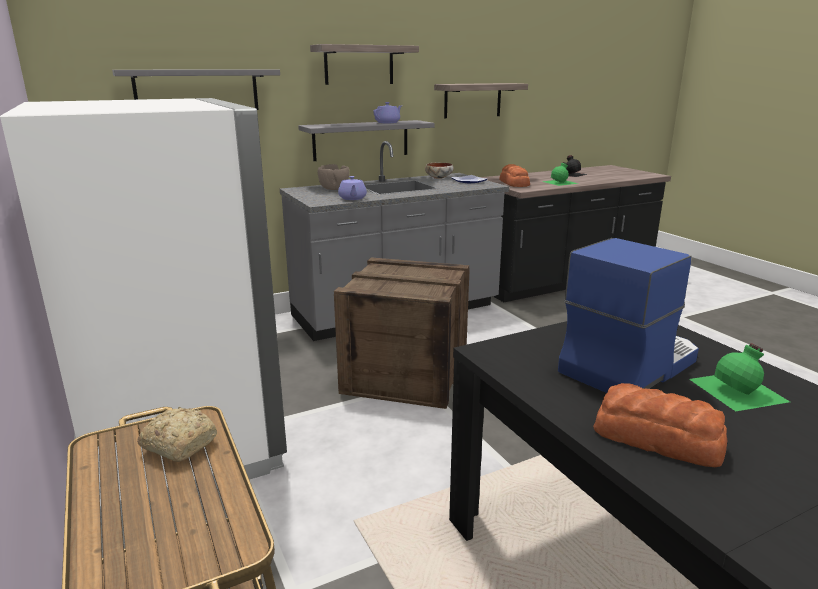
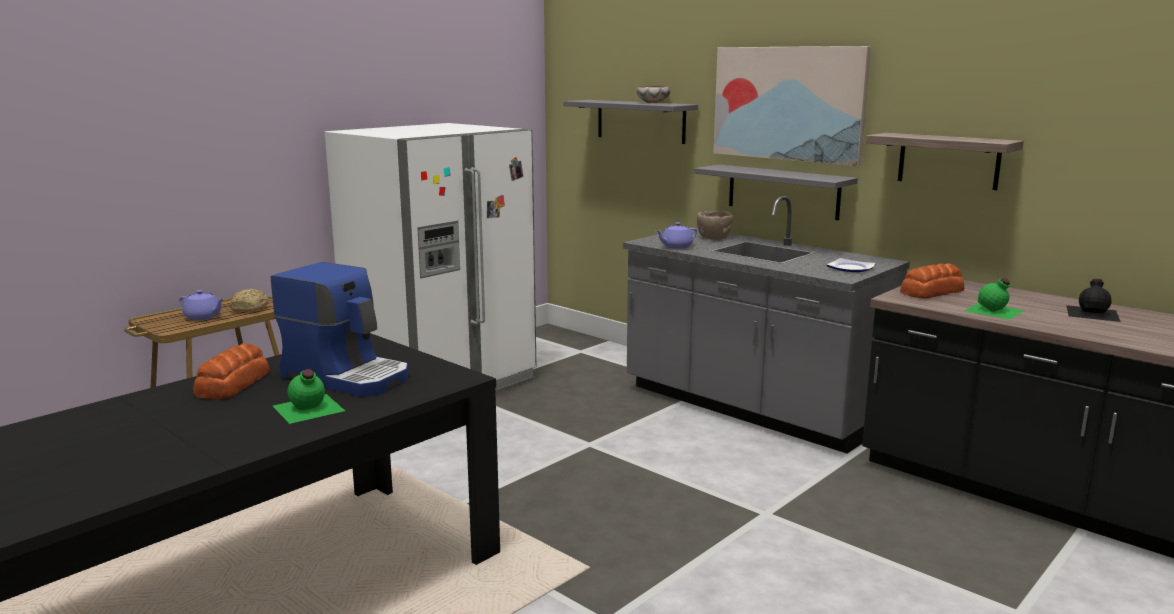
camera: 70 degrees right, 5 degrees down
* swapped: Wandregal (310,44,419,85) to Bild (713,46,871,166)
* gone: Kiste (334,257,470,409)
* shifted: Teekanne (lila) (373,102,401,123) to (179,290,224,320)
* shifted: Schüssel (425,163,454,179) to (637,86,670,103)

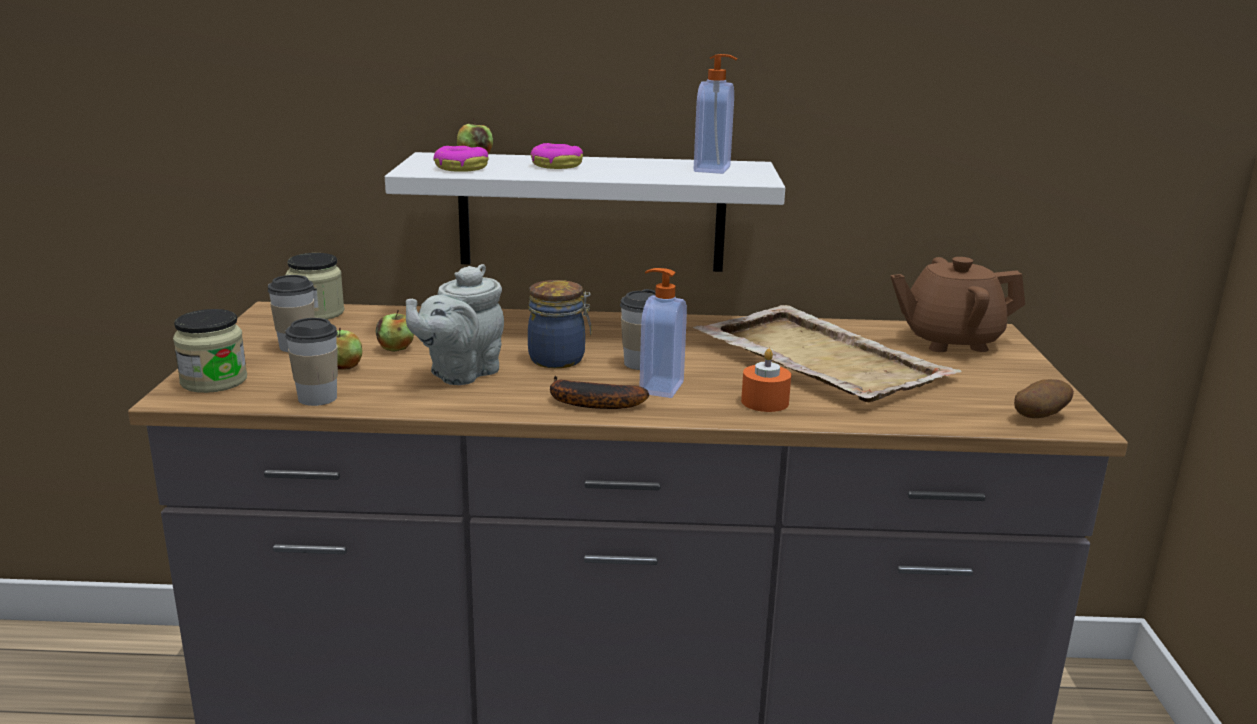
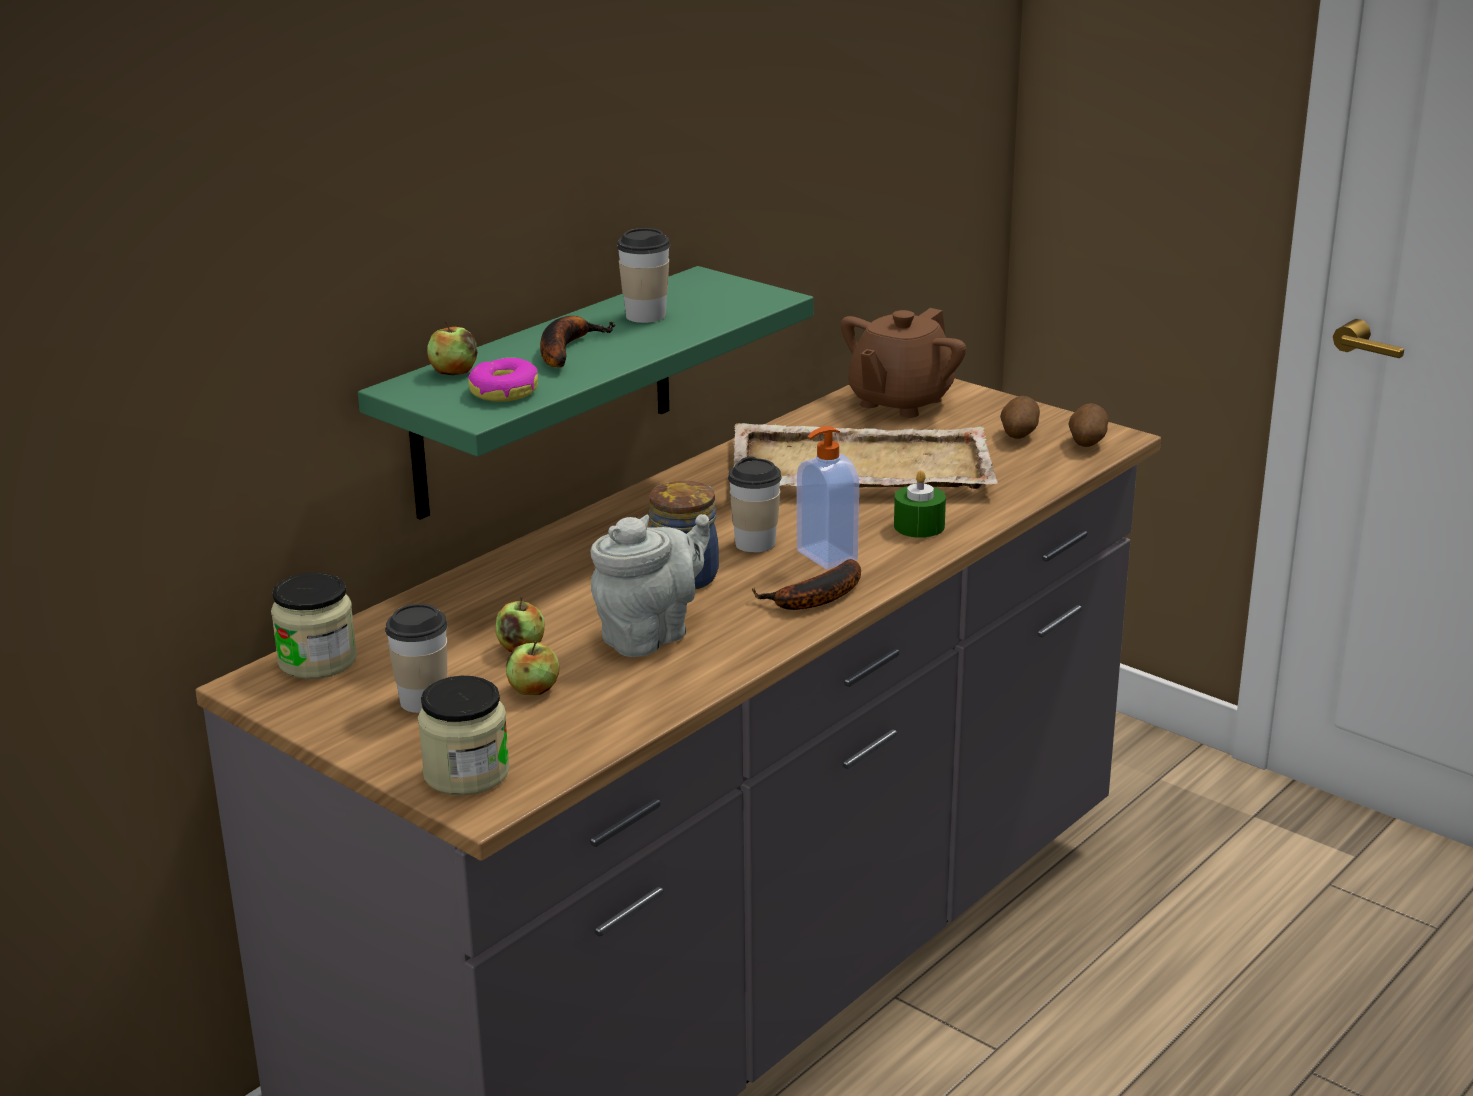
camera: 50 degrees left, 5 degrees up
* shifted: Tasse (285,318,338,406) to (617,228,670,323)
* repainted: Wandregal (weiß) (385,152,785,272) to Wandregal (grün) (358,266,814,520)
* rotated: Teekanne (grau) (405,264,504,385) = (591,514,710,657) 120 degrees counterclockwise
* swapped: Donut (530,143,583,169) to Banane (540,316,616,367)
* gone: Seifenspender (694,54,737,174)
* repainted: Kerze (orange) (741,349,791,412) to Kerze (grün) (894,470,946,538)
* new: Kartoffel (1000,396,1040,439)

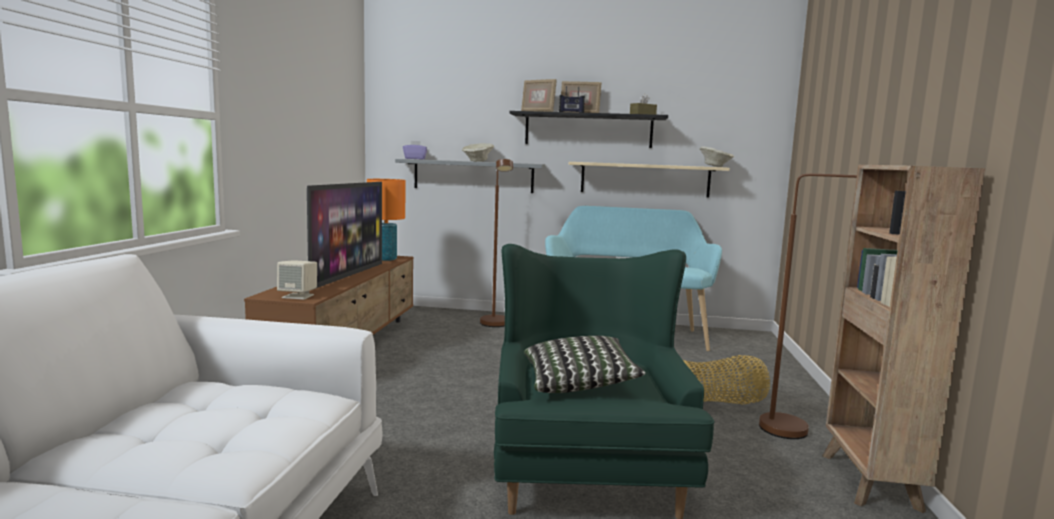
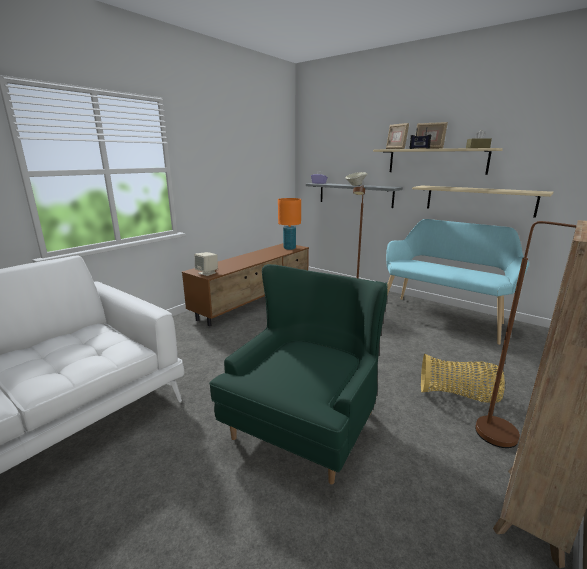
camera: 30 degrees right, 10 degrees up
* gone: Fernseher (307,182,382,288)
* repainted: Wandregal (schwarz) (509,111,668,148) to Wandregal (beige) (373,148,503,175)
* gone: Kissen (524,336,645,393)
* gone: Schüssel (beige) (700,146,734,167)

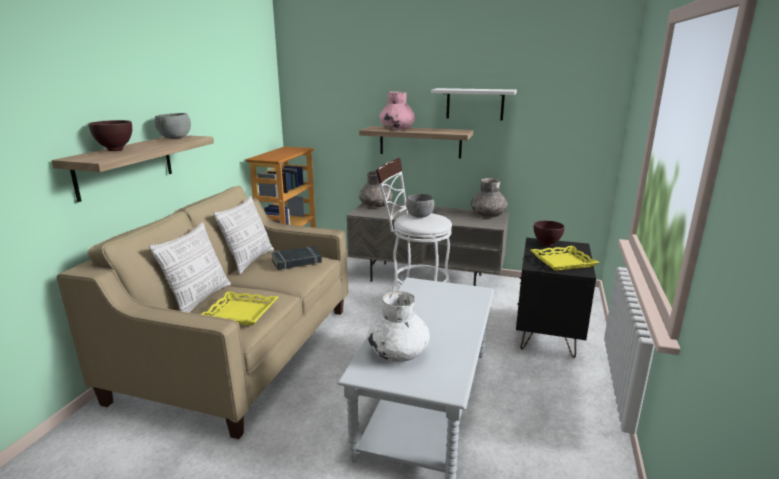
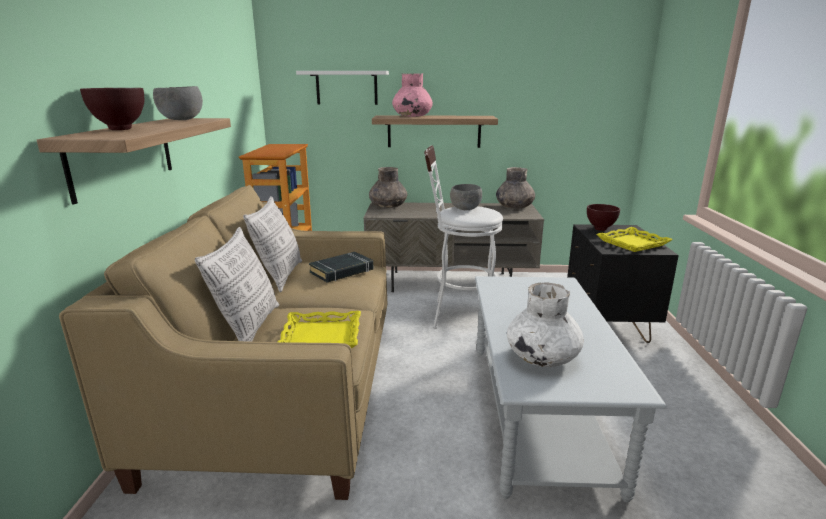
camera: 15 degrees left, 0 degrees up
* shifted: Wandregal (weiß) (431,88,517,120) to (296,71,389,105)

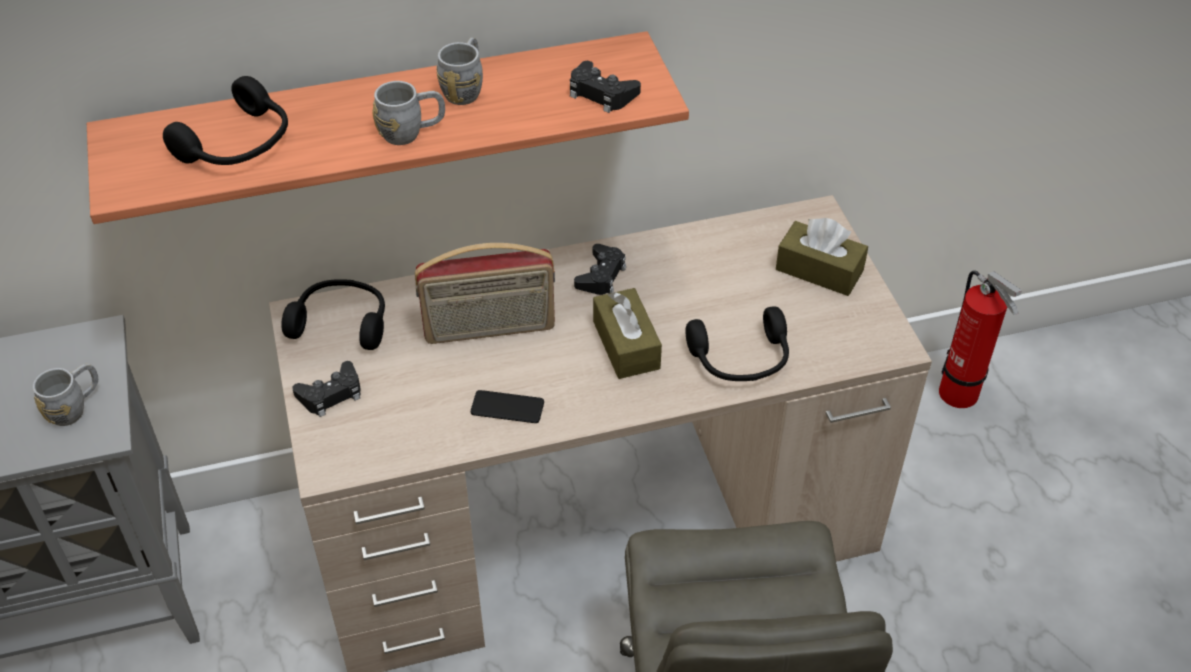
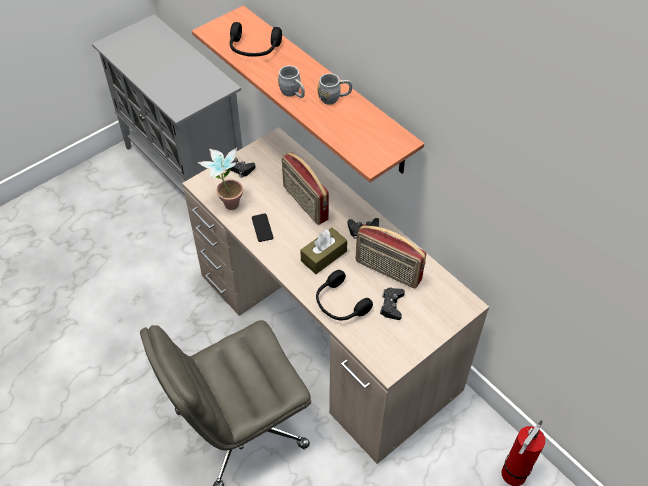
camera: 65 degrees right, 5 degrees up
* gone: Henkelbecher (grau) (32,364,98,426)
* gone: Kopfhörer (schwarz) (281,279,385,350)
* shifted: Gamepad (schwarz) (570,61,641,113) to (380,288,405,320)
* gone: Taschentuchbox (braun) (776,218,868,296)
* new: Topfpflanze (197,147,243,210)
* new: Radio (356,224,426,288)

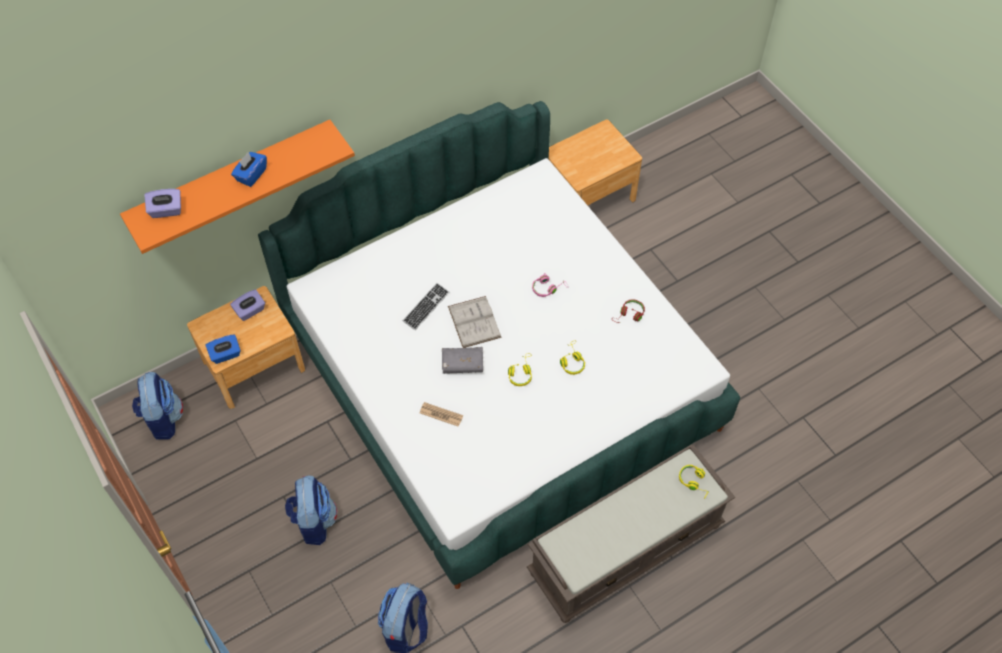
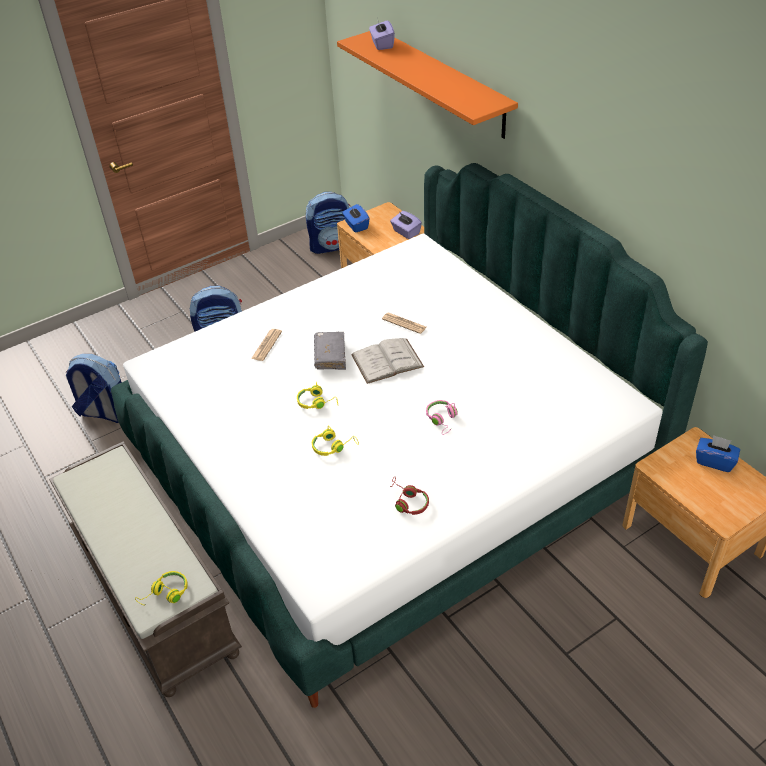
camera: 90 degrees right, 15 degrees down
* shifted: Taschentuchbox (blau) (231,152,267,187) to (696,435,740,472)
* swapped: Tastatur (402,283,449,330) to Zeitung (382,313,427,334)

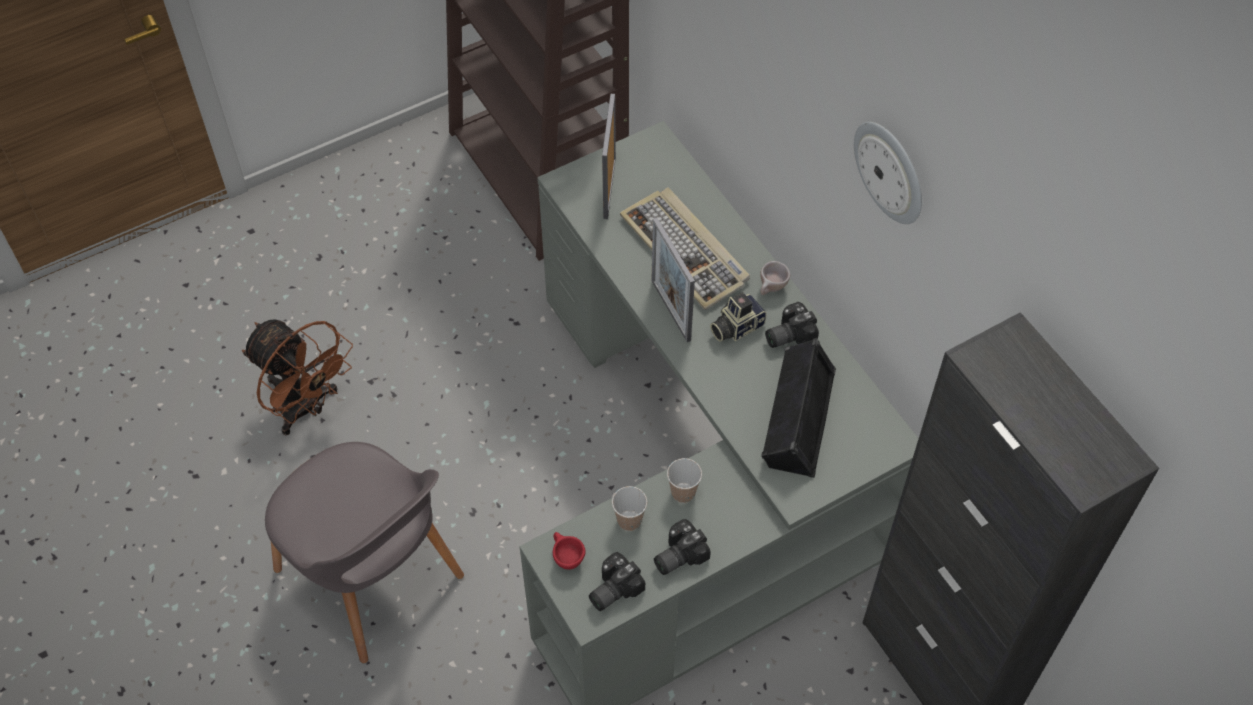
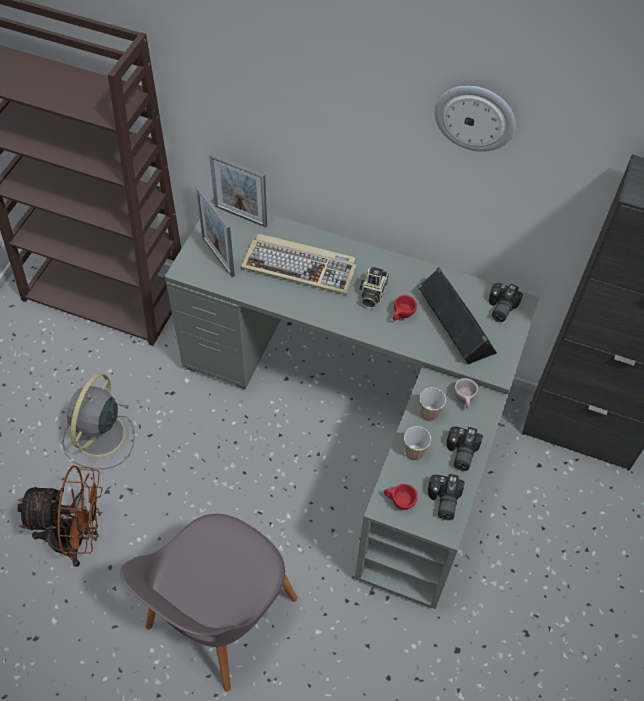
camera: 40 degrees left, 0 degrees up
* rotated: Stuhl (grau) (265,442,464,663) = (120,514,297,692) 120 degrees clockwise
* shifted: Bilderrahmen (651,218,695,342) to (209,153,267,227)
* shifted: Tasse (beige) (760,261,790,295) to (454,378,478,409)
* shifted: Kamera (765,302,819,348) to (489,283,523,322)
* new: Ventilator (grau) (62,373,135,469)
* new: Tasse (rot) (393,295,417,321)

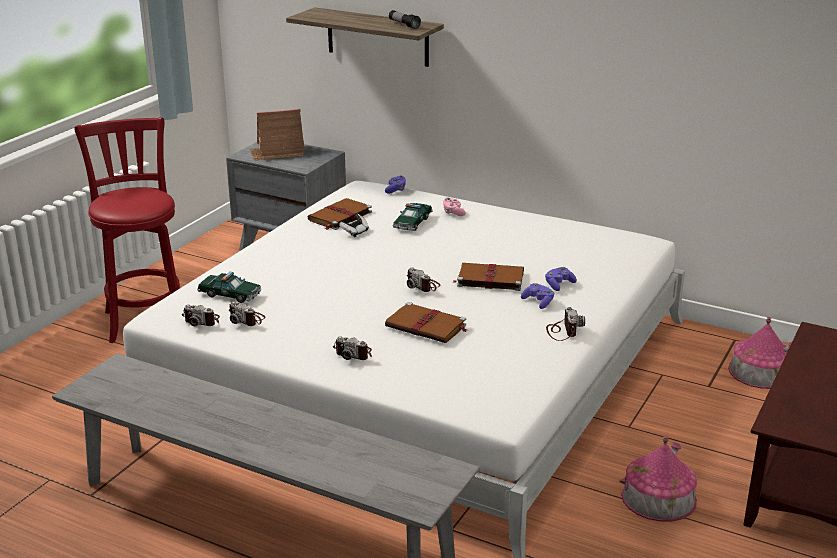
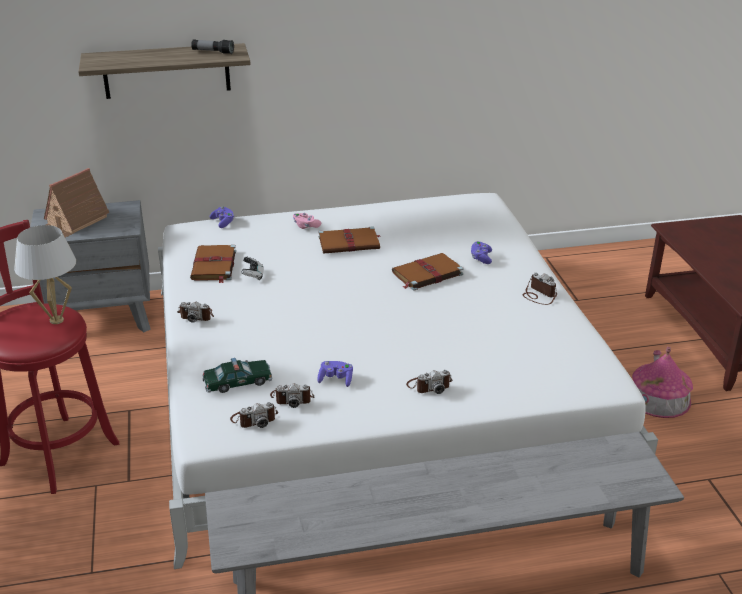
camera: 40 degrees left, 5 degrees up
* shifted: Buch (braun) (385,302,467,343) to (318,226,380,254)
* gone: Spielzeugauto (392,203,433,231)
* shifted: Kamera (407,267,440,292) to (177,301,214,323)
* shifted: Gamepad (lila) (521,283,554,309) to (317,361,353,387)
* gone: Spielzeughaus (728,317,792,389)
* new: Tischlampe (weiß) (14,225,76,324)

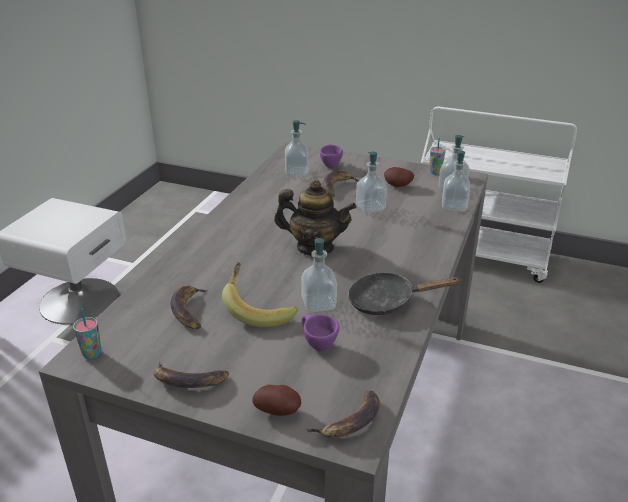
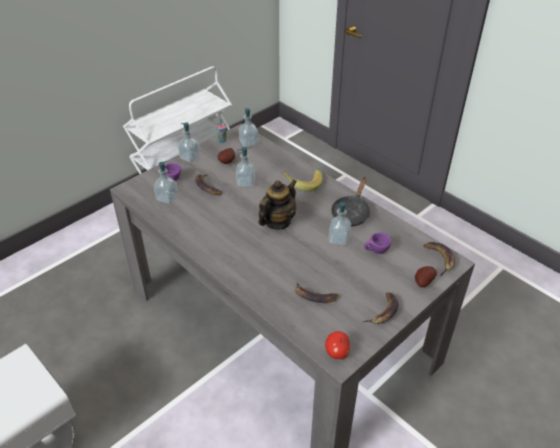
camera: 65 degrees left, 10 degrees up
* swapped: Tasse (73,308,102,359) to Apfel (325,331,350,359)
* shifted: Banane (222,262,298,327) to (282,170,323,192)
* shifted: Seifenspender (442,150,470,211) to (178,123,200,163)

